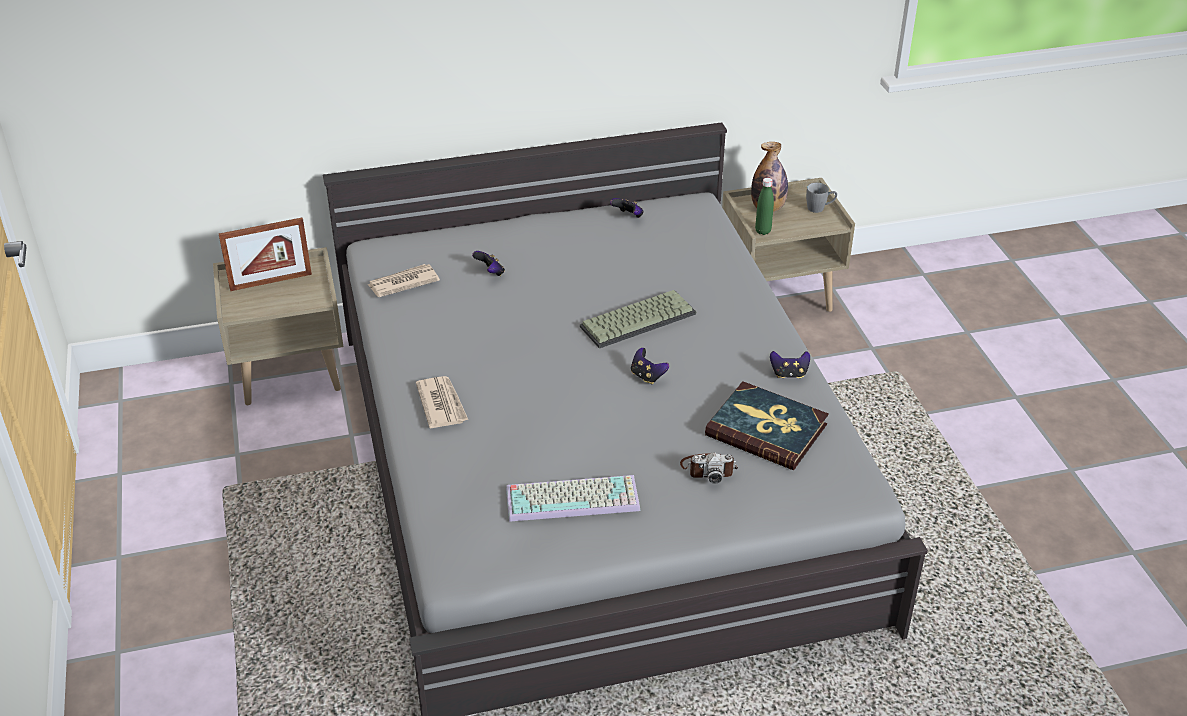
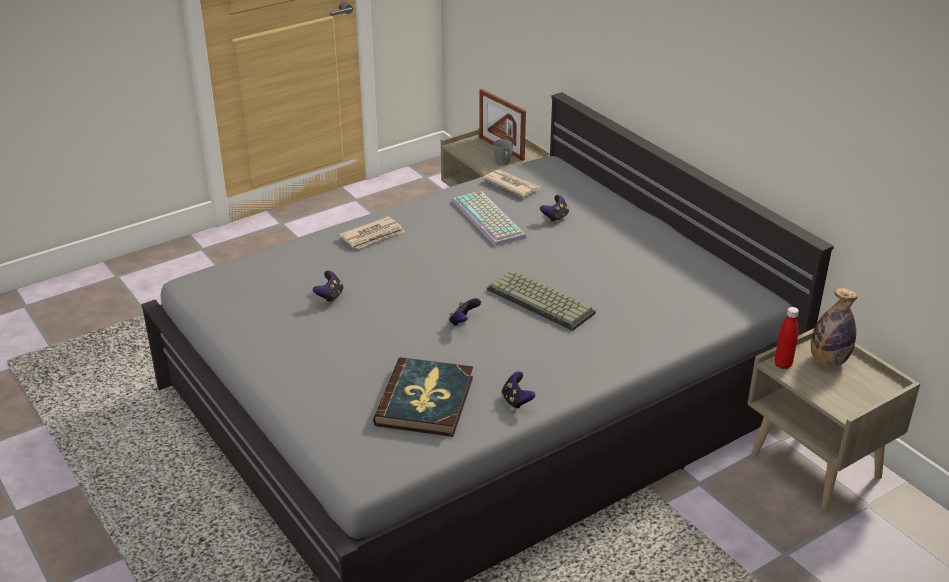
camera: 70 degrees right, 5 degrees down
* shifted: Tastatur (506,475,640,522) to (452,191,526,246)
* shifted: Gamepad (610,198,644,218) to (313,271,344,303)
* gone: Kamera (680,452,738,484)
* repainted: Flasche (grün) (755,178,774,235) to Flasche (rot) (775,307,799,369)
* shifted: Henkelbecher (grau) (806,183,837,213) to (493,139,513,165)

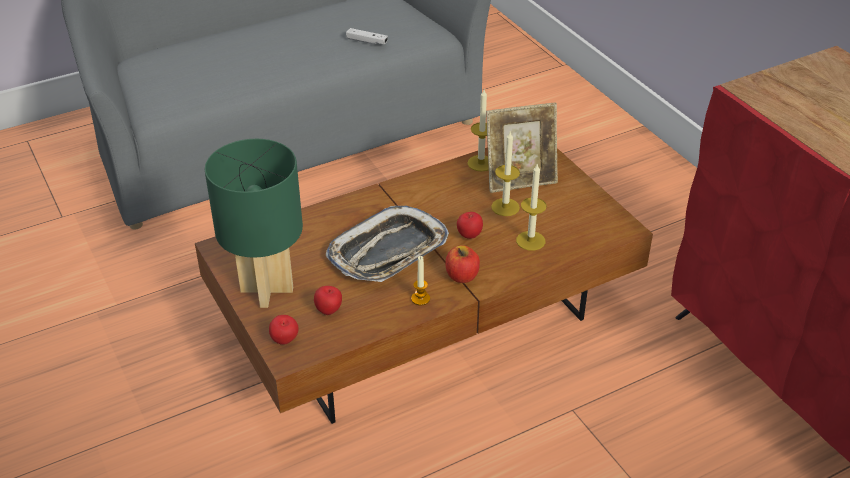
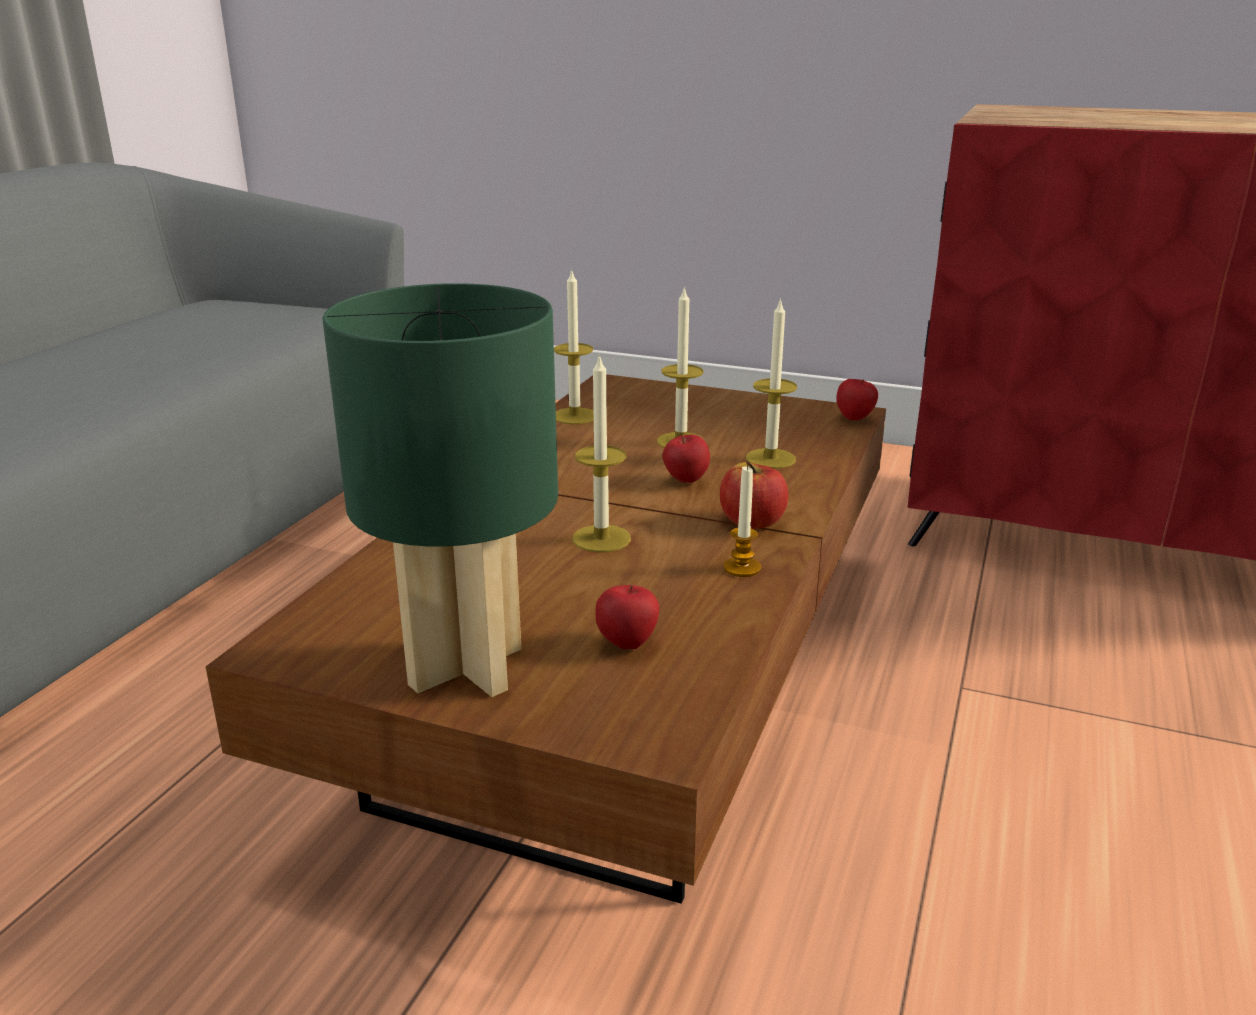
camera: 40 degrees left, 15 degrees down
* shifted: Apfel (269,315,298,345) to (836,379,878,421)
* swapped: Tablett (326,205,449,282) to Kerze (572,354,631,552)
* gone: Gamepad (weiß) (346,28,388,45)
* gone: Bilderrahmen (486,102,558,193)

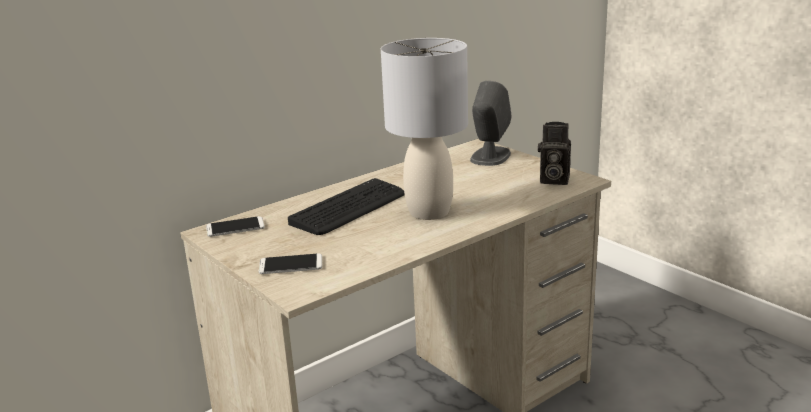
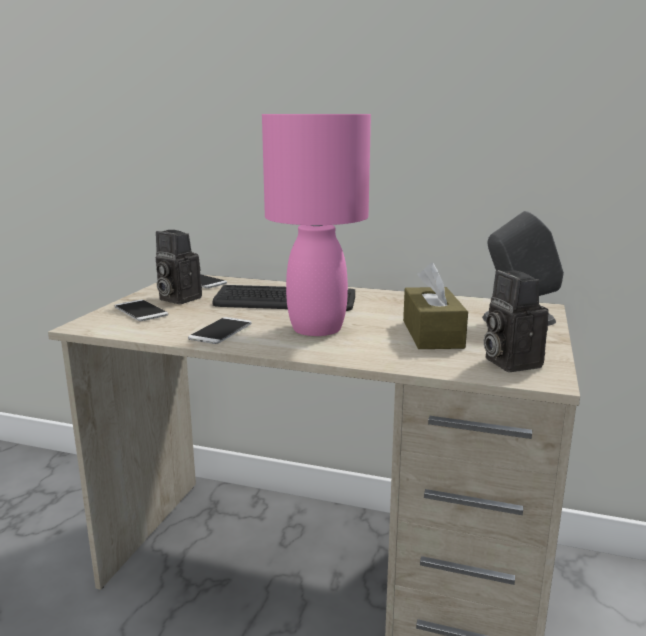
camera: 55 degrees right, 5 degrees down
* repainted: Tischlampe (grau) (381,38,468,220) to Tischlampe (rosa) (262,114,371,336)
* new: Kamera (156,230,202,304)
* new: Handy (188,317,252,344)
* new: Taschentuchbox (braun) (403,263,468,349)

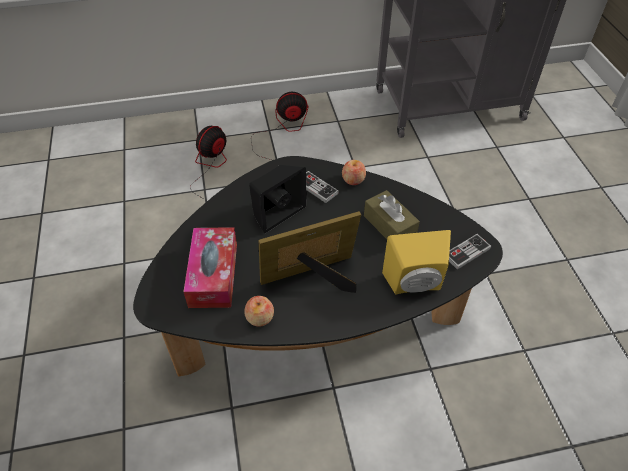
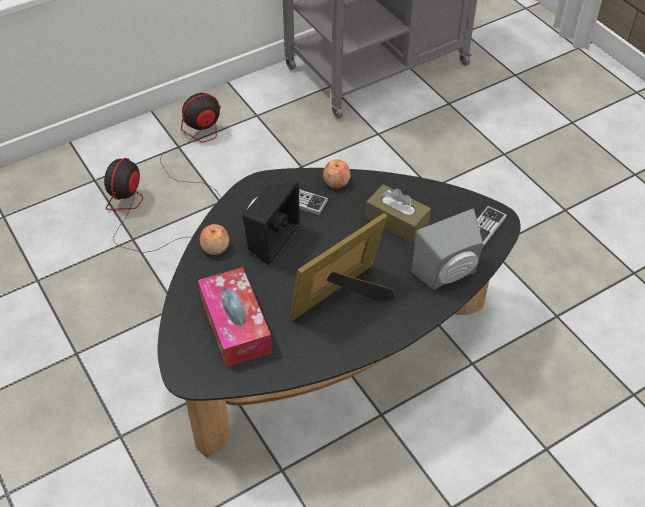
camera: 20 degrees left, 0 degrees up
* shifted: Apfel (244,296,274,327) to (200,224,229,255)
* repainted: Lautsprecher (gelb) (382,230,451,294) to Lautsprecher (grau) (412,209,483,290)

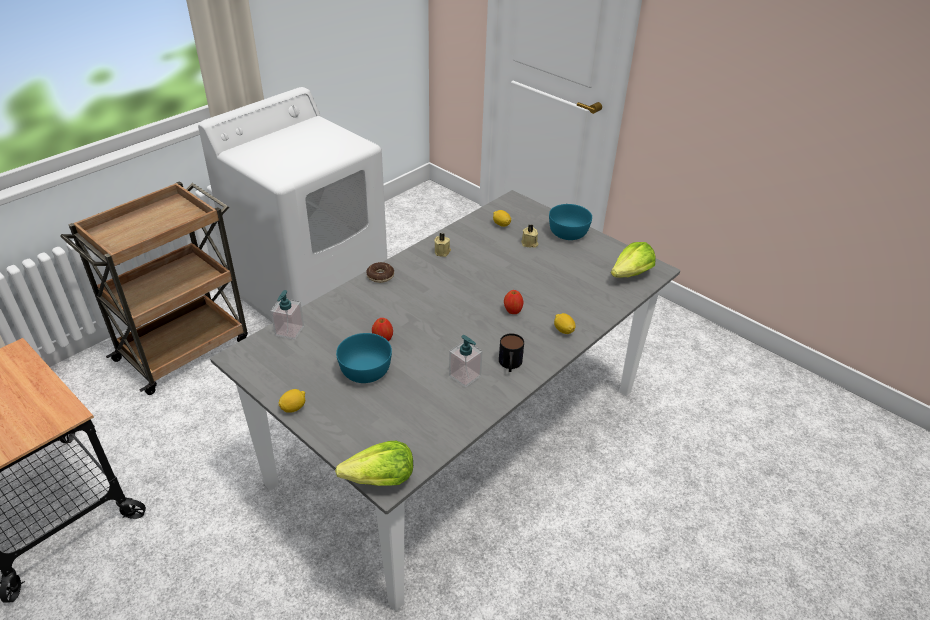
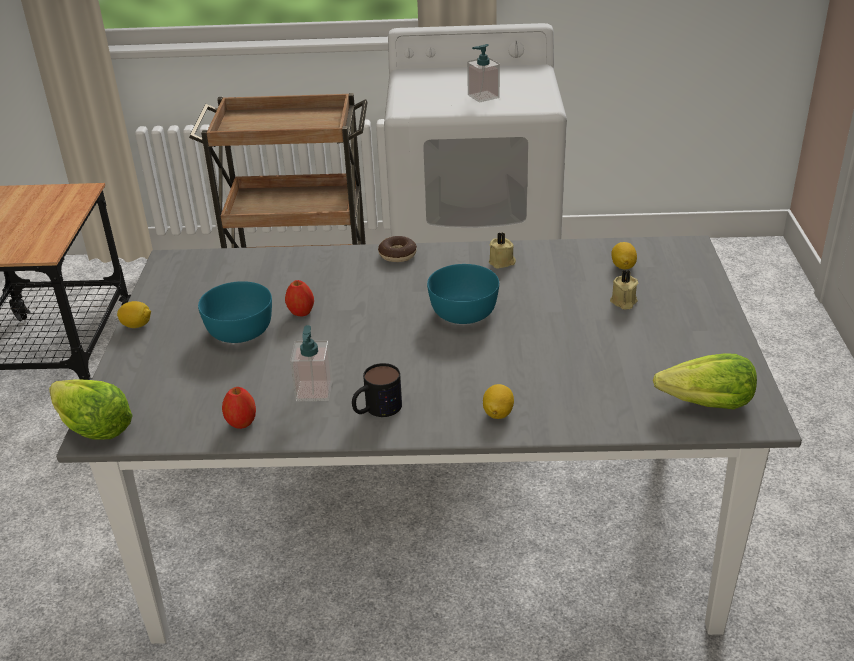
camera: 50 degrees right, 5 degrees down
* shifted: Seifenspender (271,290,304,340) to (467,44,500,103)
* shifted: Apfel (504,290,524,314) to (222,387,256,429)
* shifted: Schüssel (türkis) (549,204,592,240) to (427,264,499,324)

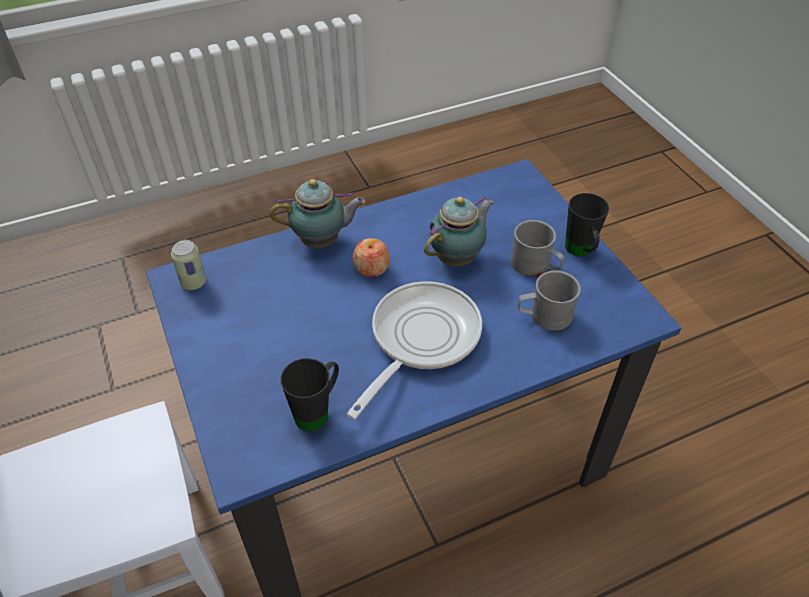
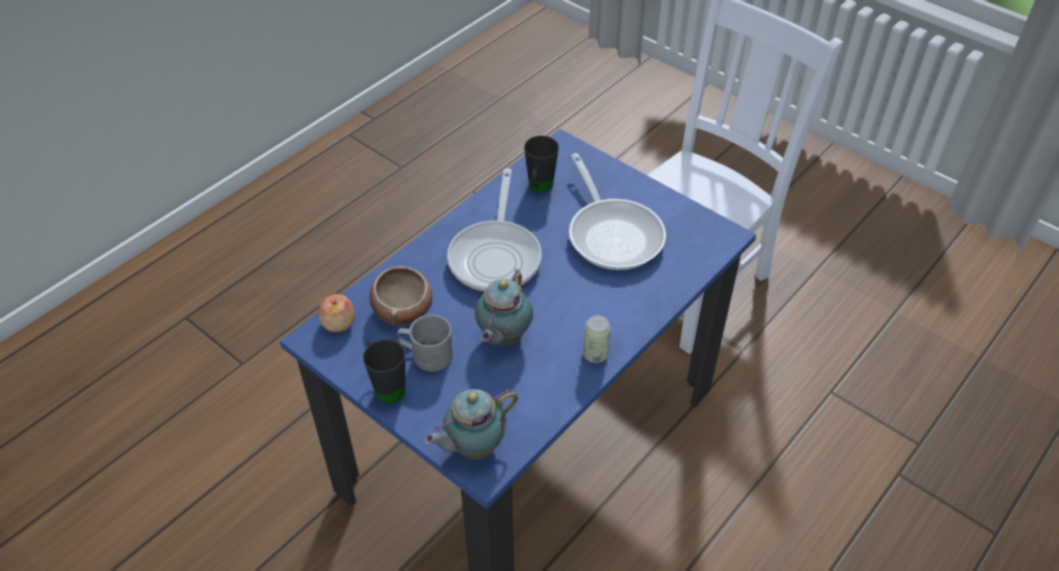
camera: 155 degrees right, 0 degrees up
* shifted: Dose (171,240,206,290) to (583,315,611,363)
* shifted: Teekanne (270,179,365,248) to (424,388,518,459)
* shifted: Apfel (353,238,390,277) to (318,294,355,332)
* swapped: Henkelbecher (grau) (518,271,581,331) to Schüssel (370,266,433,325)
* new: Pfanne (569,153,666,270)

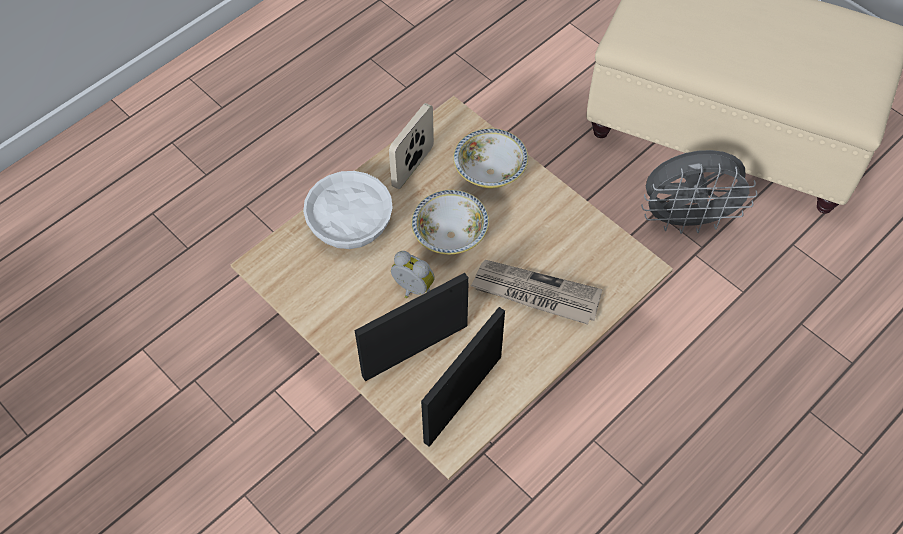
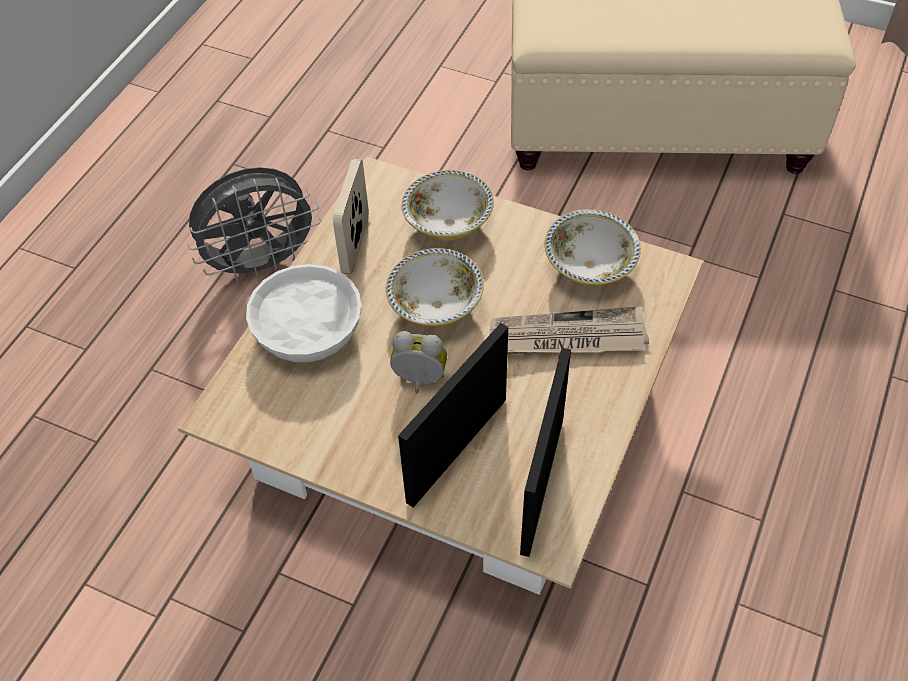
camera: 20 degrees left, 5 degrees down
* shifted: Ventilator (grau) (641,150,758,234) to (187,167,321,283)
* new: Schüssel (545,209,641,286)

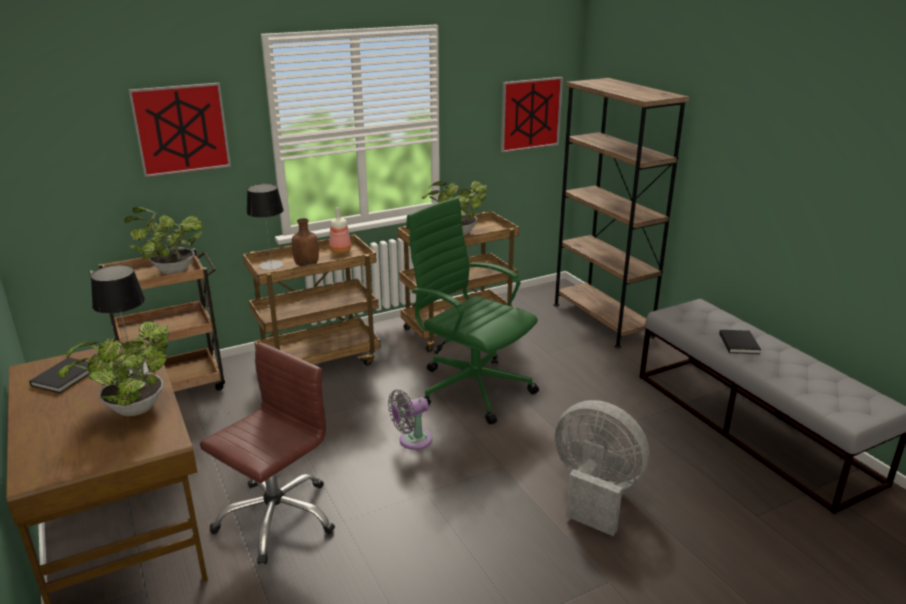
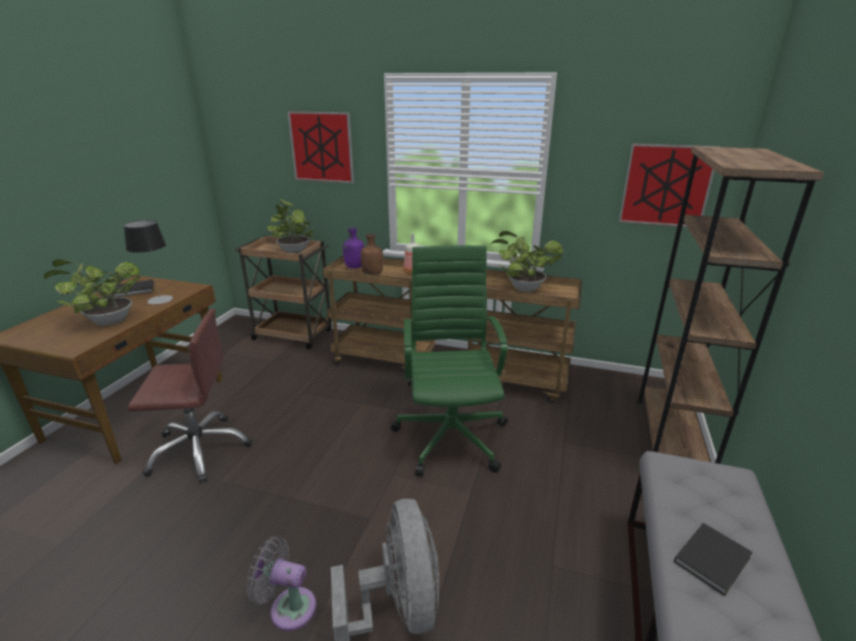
camera: 45 degrees right, 0 degrees up
* swapped: Tischlampe (246,184,284,270) to Flasche (lila) (343,228,364,269)
* shifted: Ventilator (grau) (388,390,432,450) to (246,536,316,631)

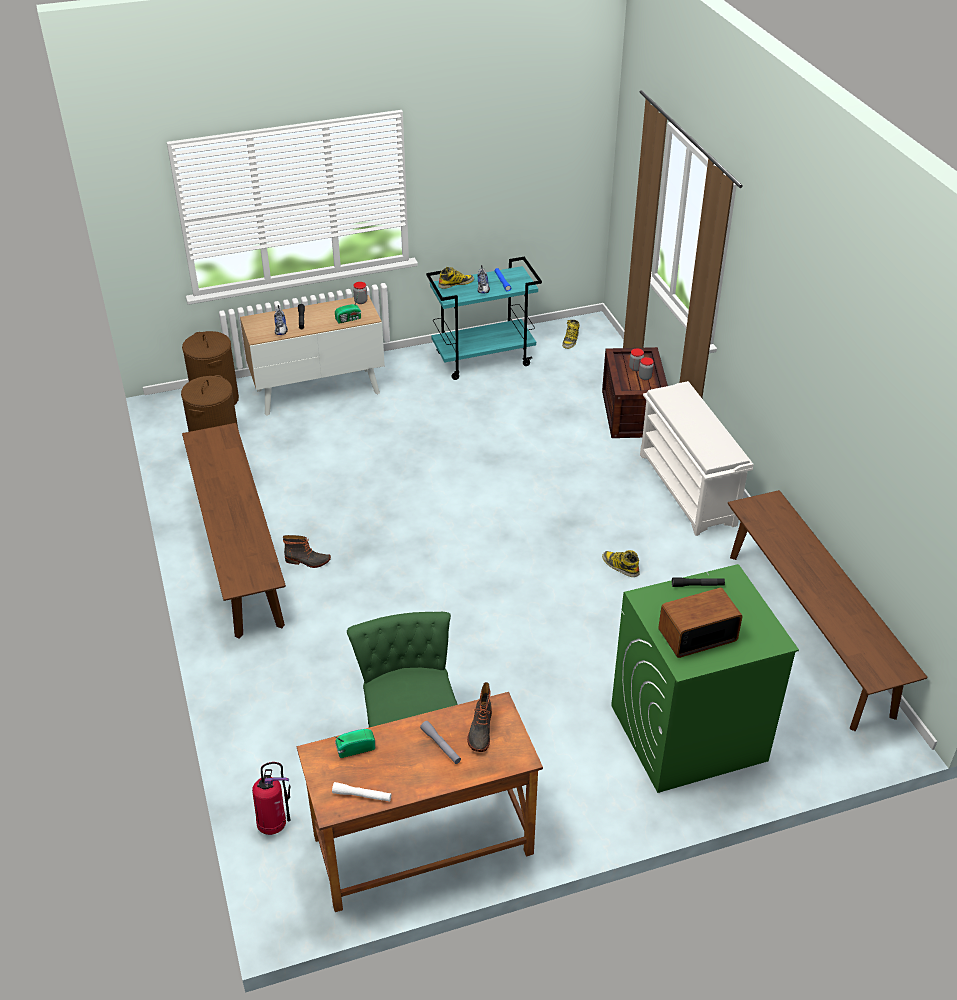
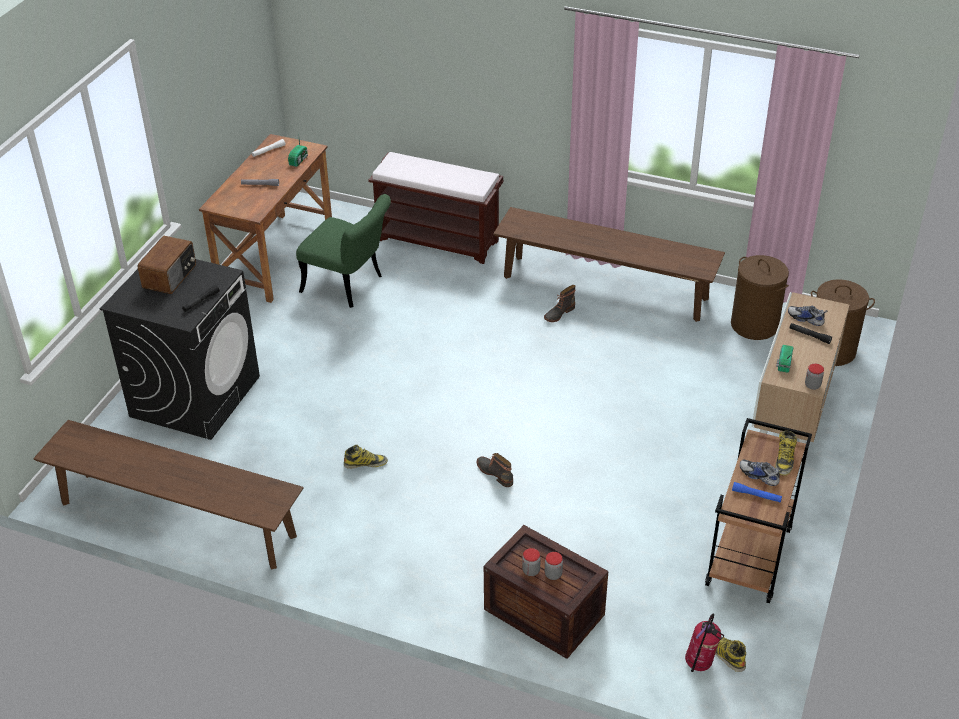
camera: 130 degrees right, 0 degrees up
* shifted: Feuerlöscher (252,762,291,835) to (685,614,724,672)
* repainted: Rollwagen (türkis) (426,257,542,380) to Rollwagen (braun) (705,418,812,603)
* shifted: Stiefel (467,682,492,752) to (477,453,513,487)
* repainted: Waschmaschine (grün) (611,564,799,793) to Waschmaschine (schwarz) (100,259,260,440)
* gone: Schuhregal (weiß) (640,381,754,536)
* new: Bank (braun) (368,152,504,264)

